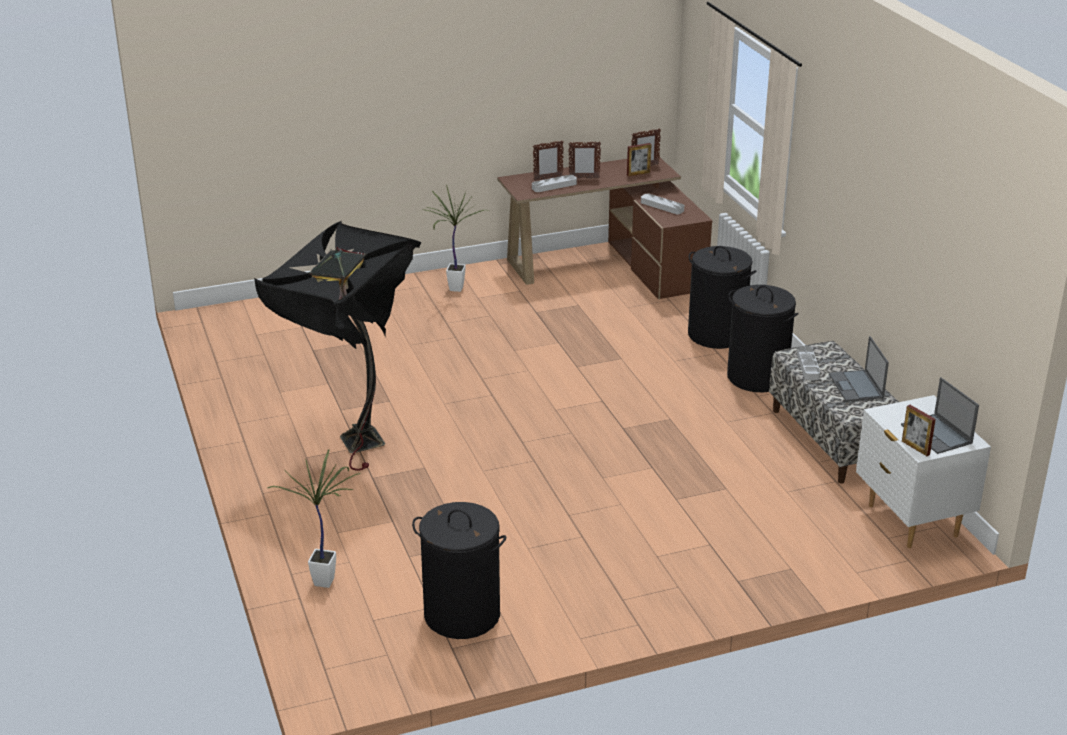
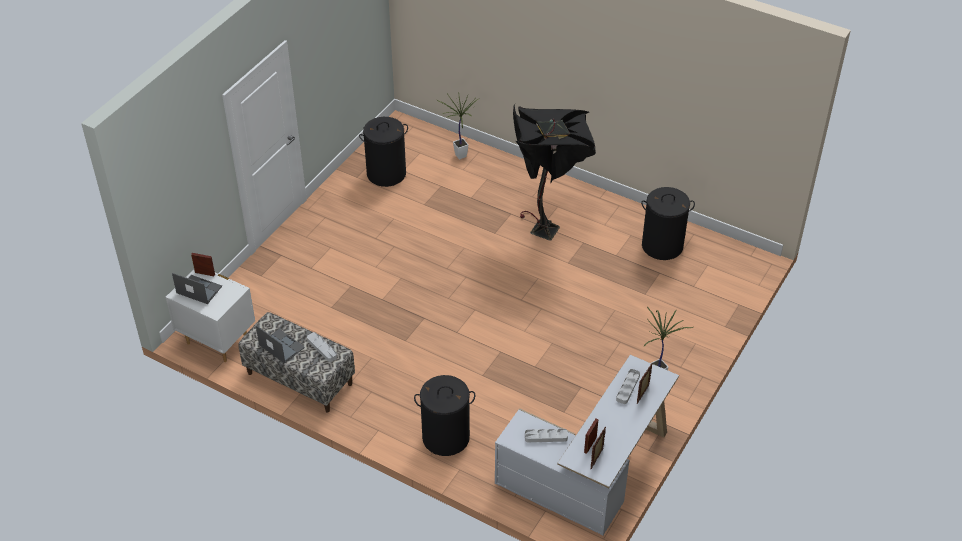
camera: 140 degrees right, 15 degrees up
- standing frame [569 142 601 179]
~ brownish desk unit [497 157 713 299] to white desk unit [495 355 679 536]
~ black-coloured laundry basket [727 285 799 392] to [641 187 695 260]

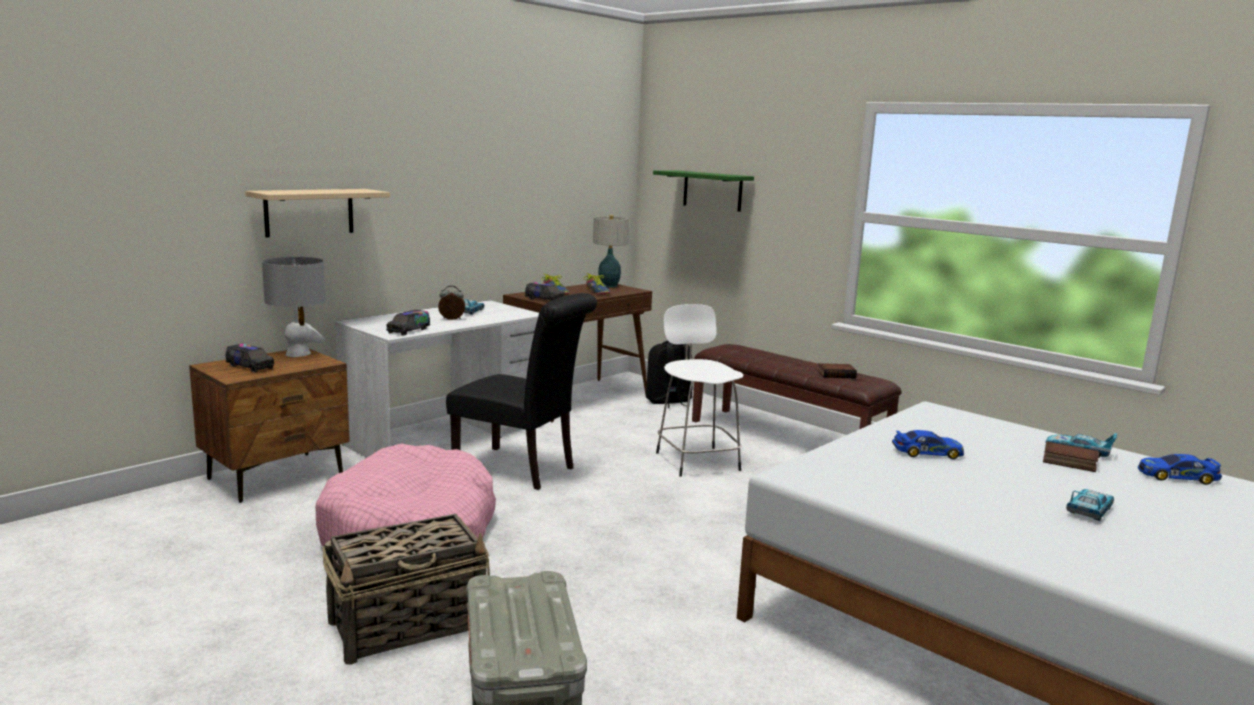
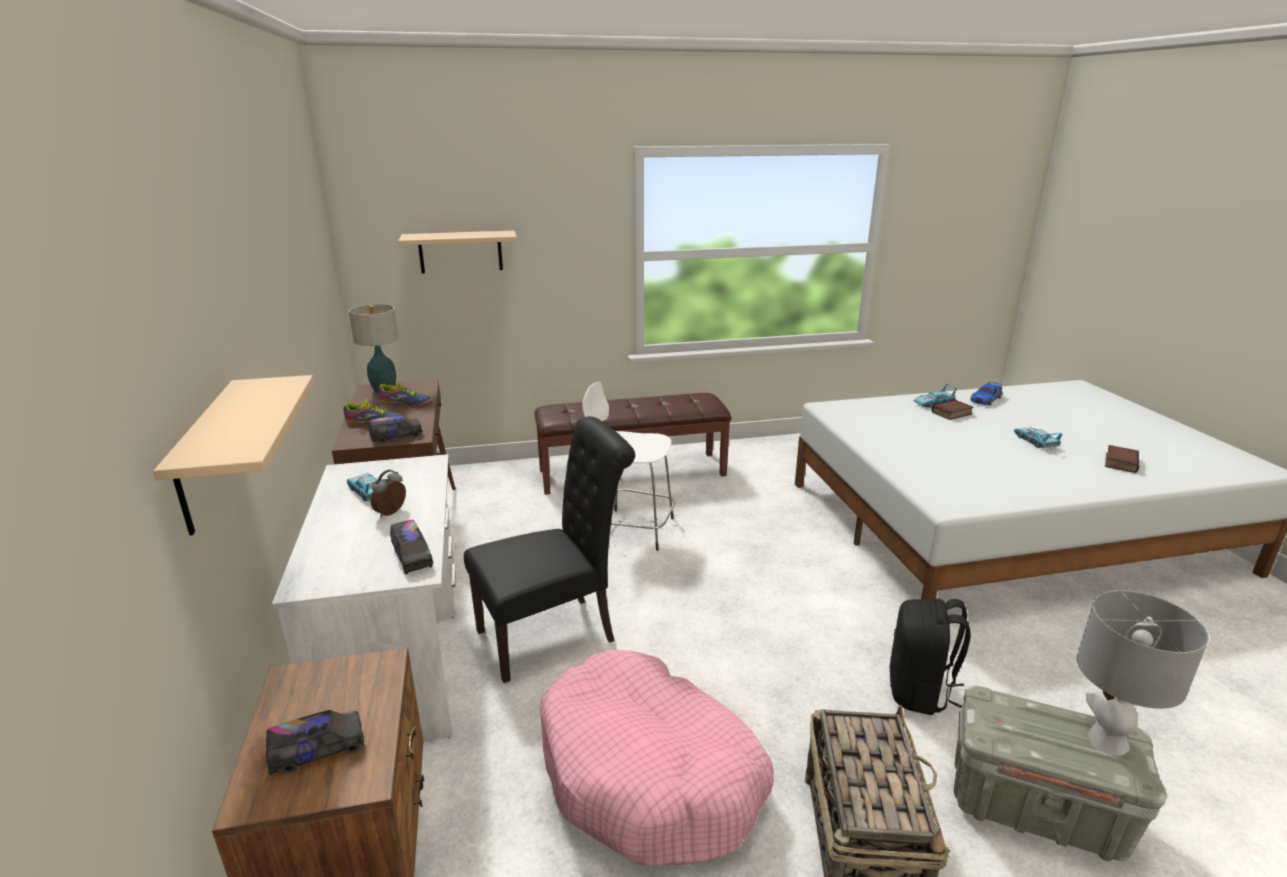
camera: 55 degrees left, 10 degrees up
~ green bracket shelf [653 170 754 212] to sand-coloured bracket shelf [398 231 517 273]
~ gray tabletop lamp [262 257 326 357] to [1077 590 1209 756]
~ black-coloured backpack [646 341 692 408] to [890 598 971 715]
~ volume [818 363 857 378] to [1105 445 1139 473]
- model car [892 430 964 459]

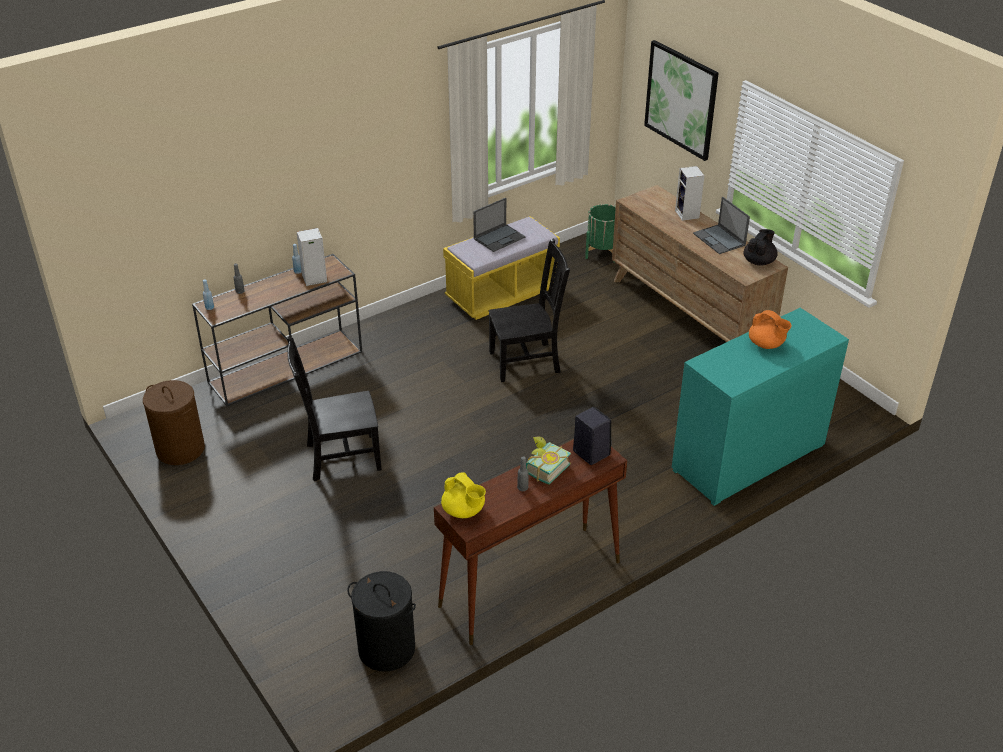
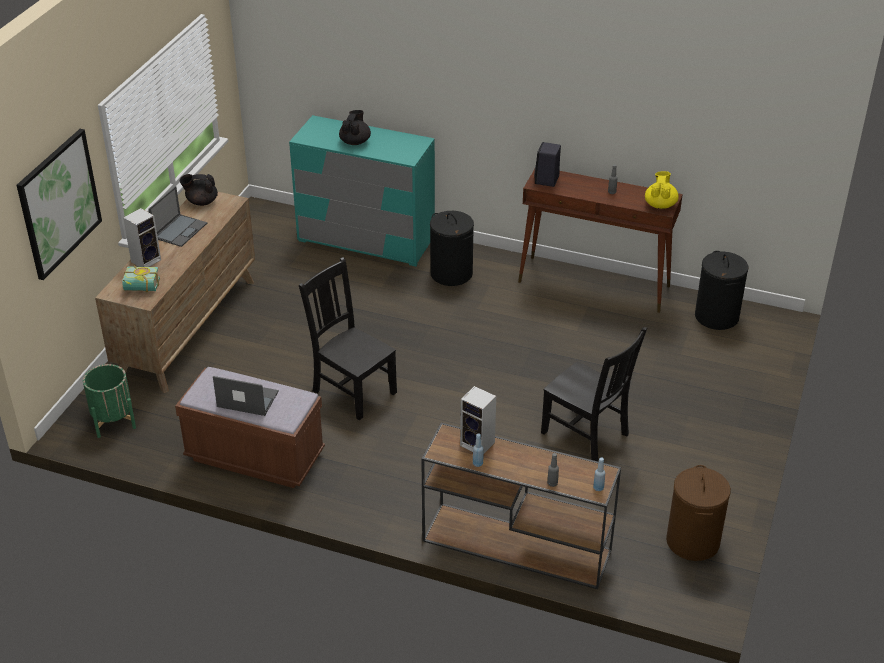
camera: 125 degrees left, 0 degrees up
~ yellow indoor bench [443 216 560 320] to brownish indoor bench [175 367 325 488]
~ orangey pot for tea [749 310 792 349] to black-coloured pot for tea [339 110 371 145]
~ volume [526 437 571 485] to [122 265 160 292]
+ black-coloured laundry basket [430 211 474 286]

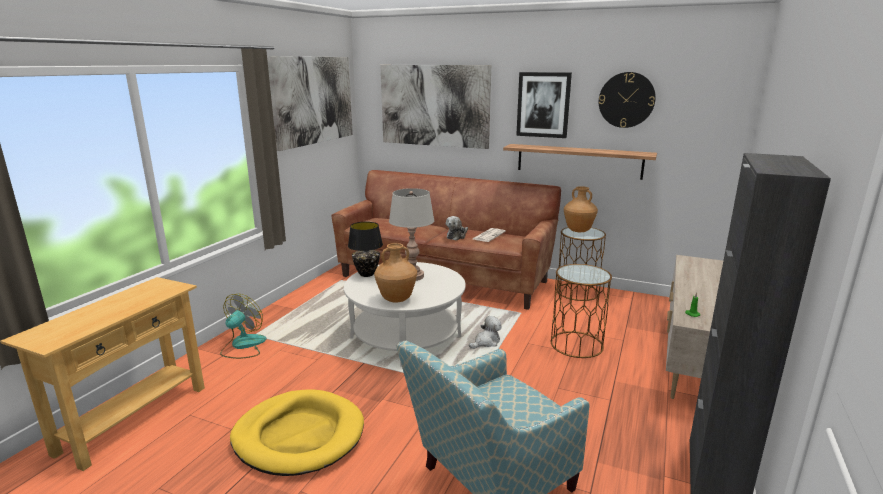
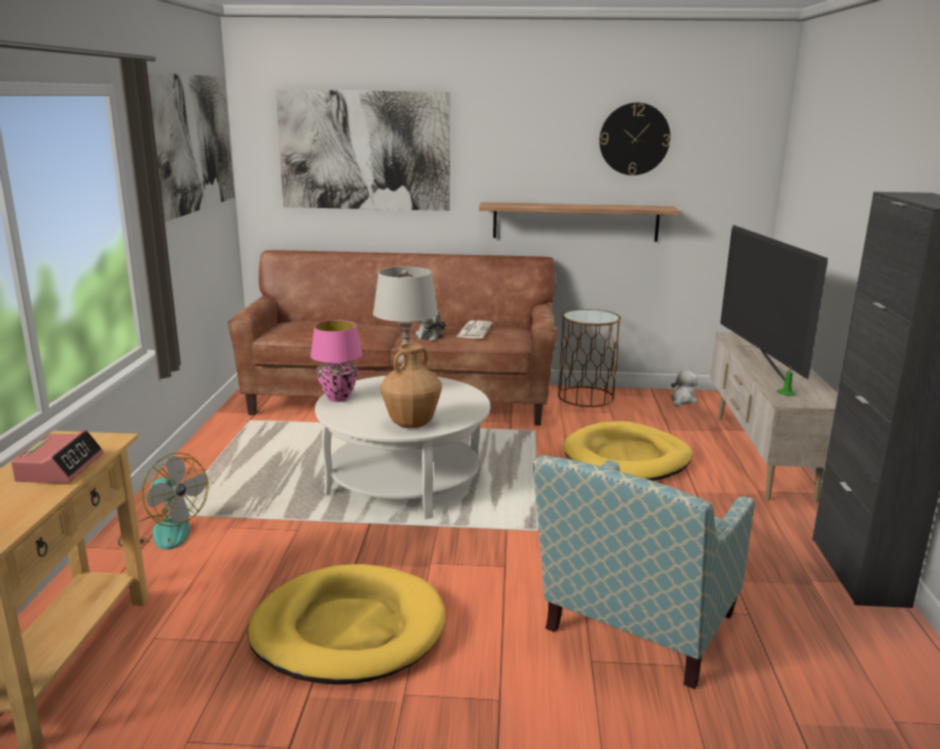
camera: 20 degrees left, 0 degrees up
- wall picture [516 72 572 138]
- brownish flower vase [564 186 598 232]
~ black-coloured tabletop lamp [348 222 383 277] to pink-coloured tabletop lamp [310 320 362 402]
~ brownish accent table [551 264 612 358] to yellow pet bed [563 421 693 481]
~ electric fan [220 294 266 359] = [118 453 208 550] 120 degrees clockwise
~ soft toy [469 316 502 349] to [671 371 698 407]
+ television [720 225 828 381]
+ bedside clock [11 430 103 483]

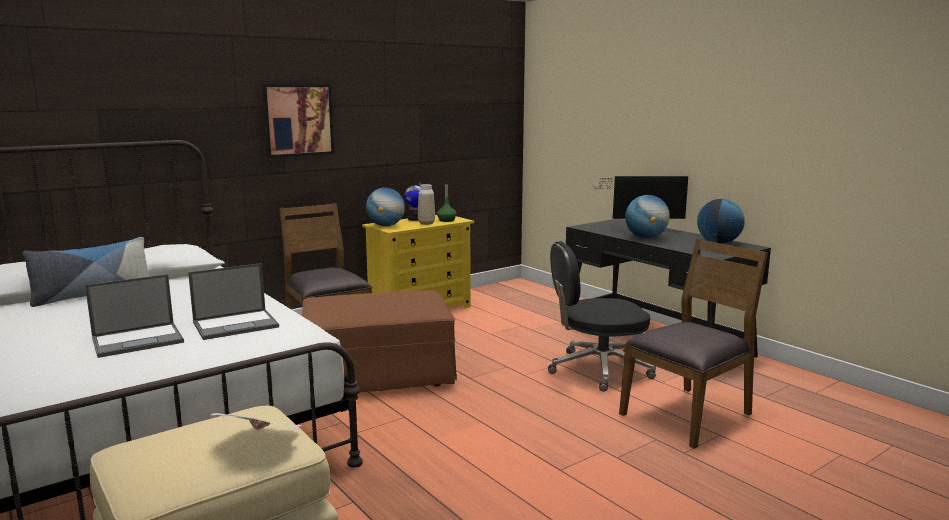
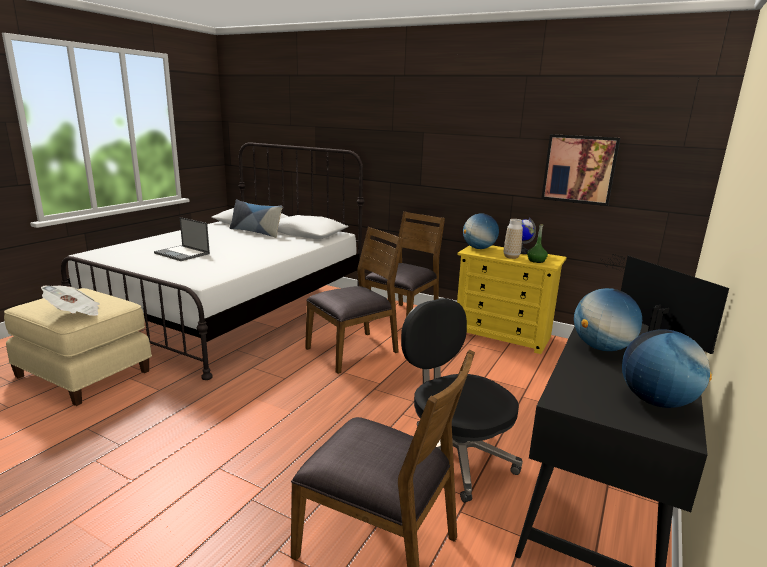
camera: 65 degrees right, 5 degrees up
~ wall picture [262 84 334 158] to [541 134 620 206]
- notebook computer [188 263 279 340]
~ brownish pouffe [302 290 457 392] to brownish upright chair [305 227 403 374]

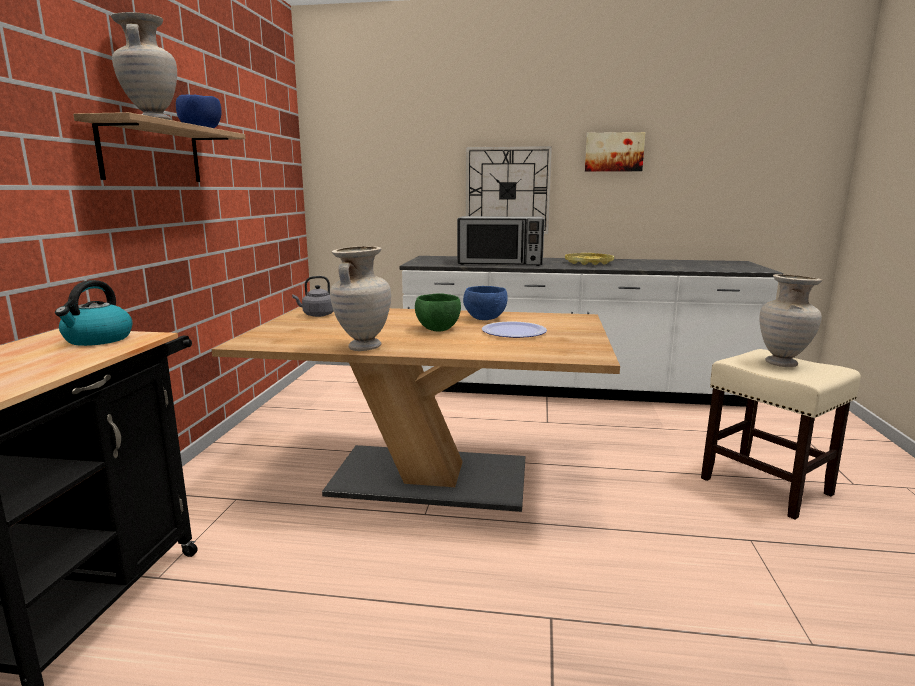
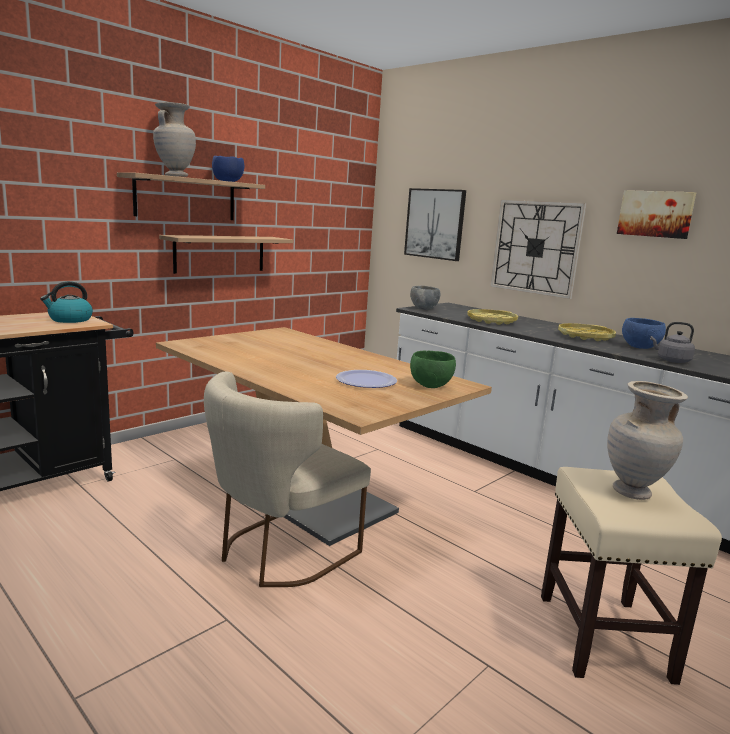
camera: 35 degrees right, 0 degrees up
~ kitchen microwave [457 216 544 266] to yellow carrying tray [467 309 518 325]
- sand-coloured flower vase [330 246 391 351]
~ gray kettle [292 276 334 317] to [650 322 695 363]
~ blue-coloured bowl [463 286 507 320] to [622 318 666 349]
~ green bowl [415 293 461 332] to [410 351 456 388]
+ wall picture [404 188 466 261]
+ bracket shelf [159 235 293 274]
+ gray bowl [410 286 440 310]
+ sand-coloured upright chair [204 372 371 587]

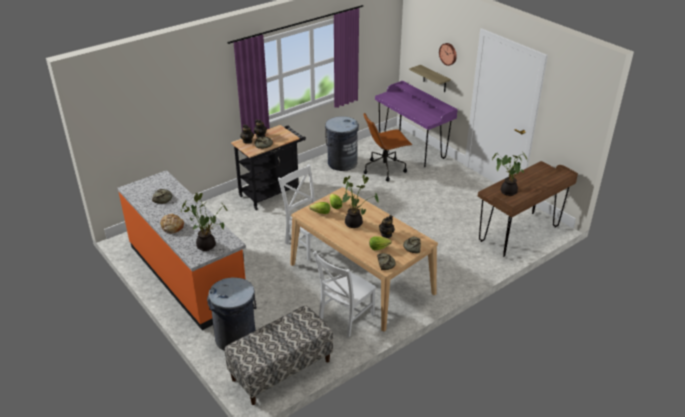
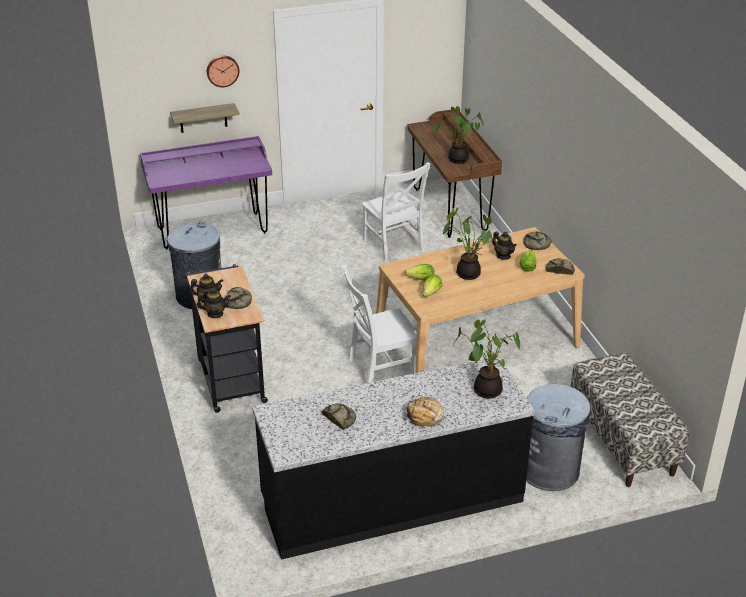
camera: 70 degrees left, 0 degrees up
- brownish computer chair [364 113 412 181]
~ orangey kitchen base unit [118 170 246 330] to black-coloured kitchen base unit [252 356 535 560]
~ white upright chair [313 251 376 338] to [361 162 430 262]

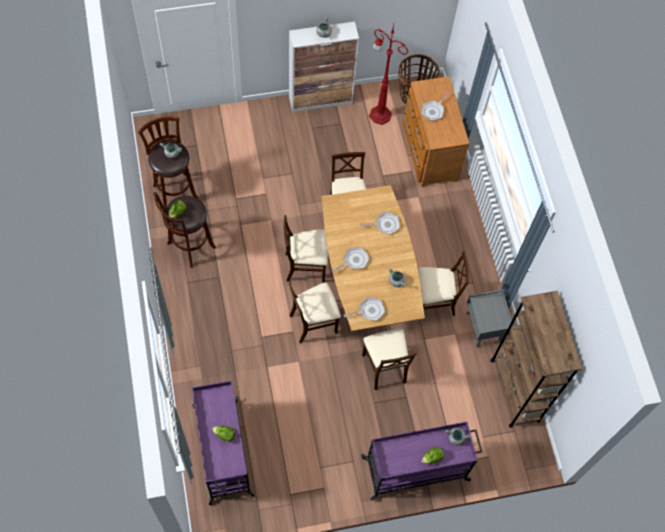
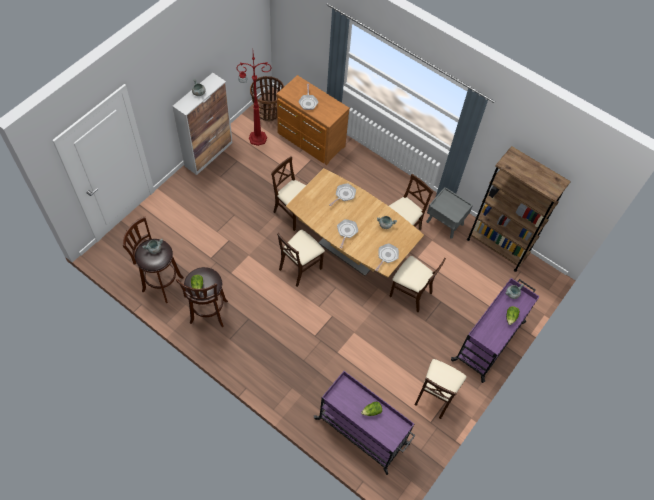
camera: 40 degrees left, 5 degrees down
~ sand-coloured upright chair [289 281 341 343] to [415 359 467 419]

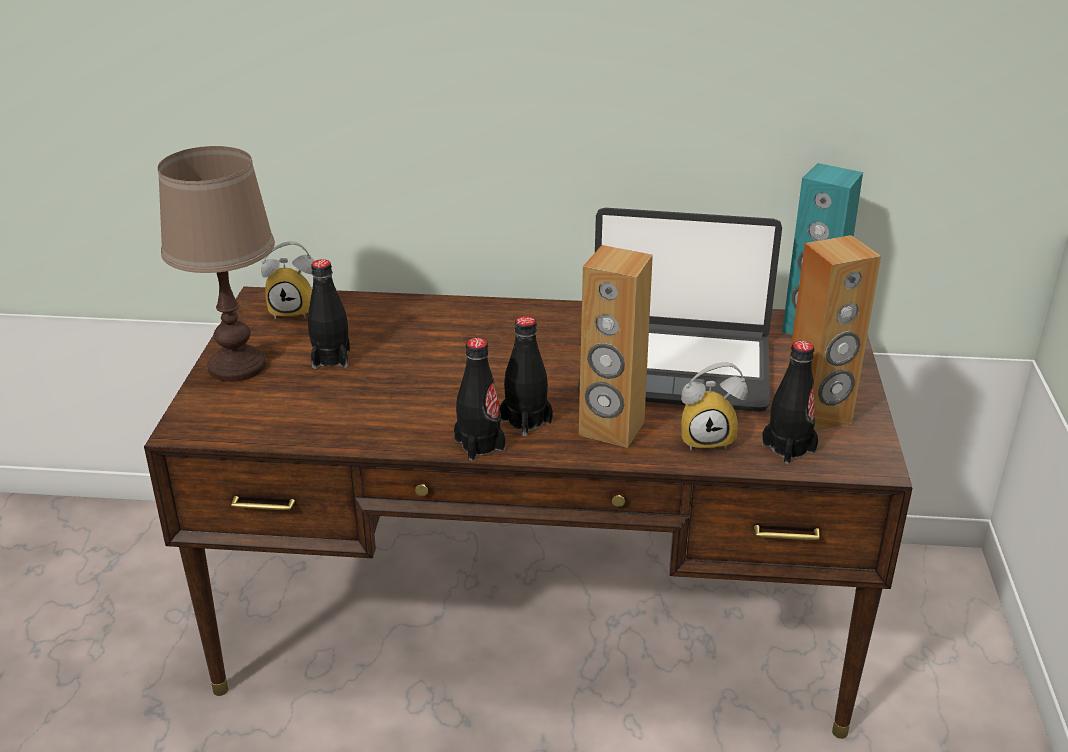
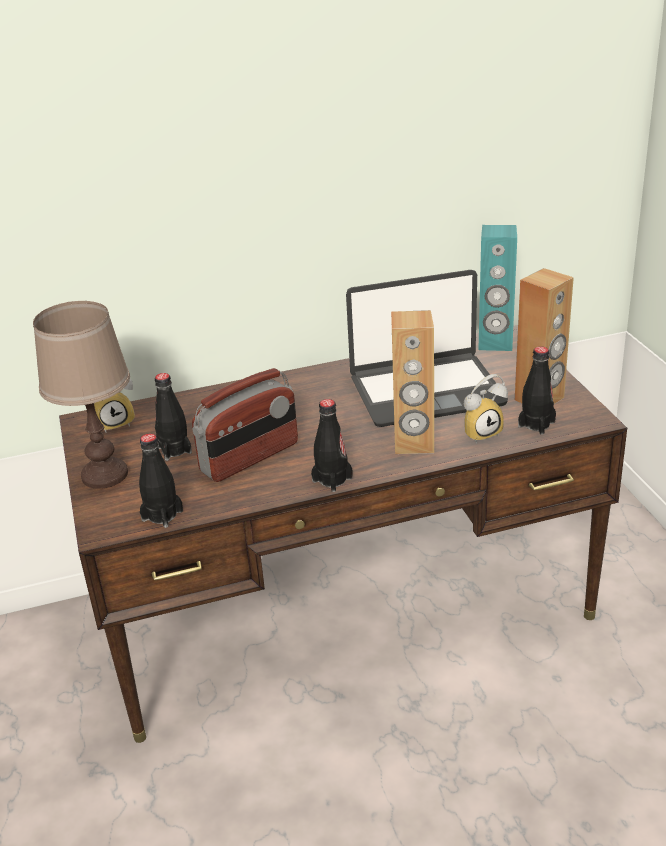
camera: 20 degrees left, 0 degrees up
~ black-coloured drink bottle [500 316 553 436] to [139 434 183 528]
+ radio [192 368 298 482]

